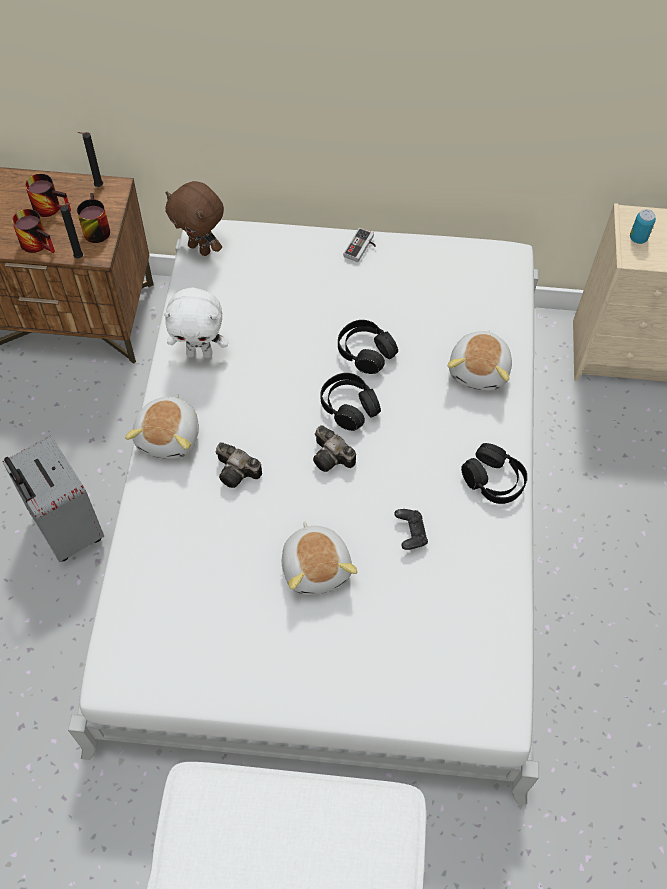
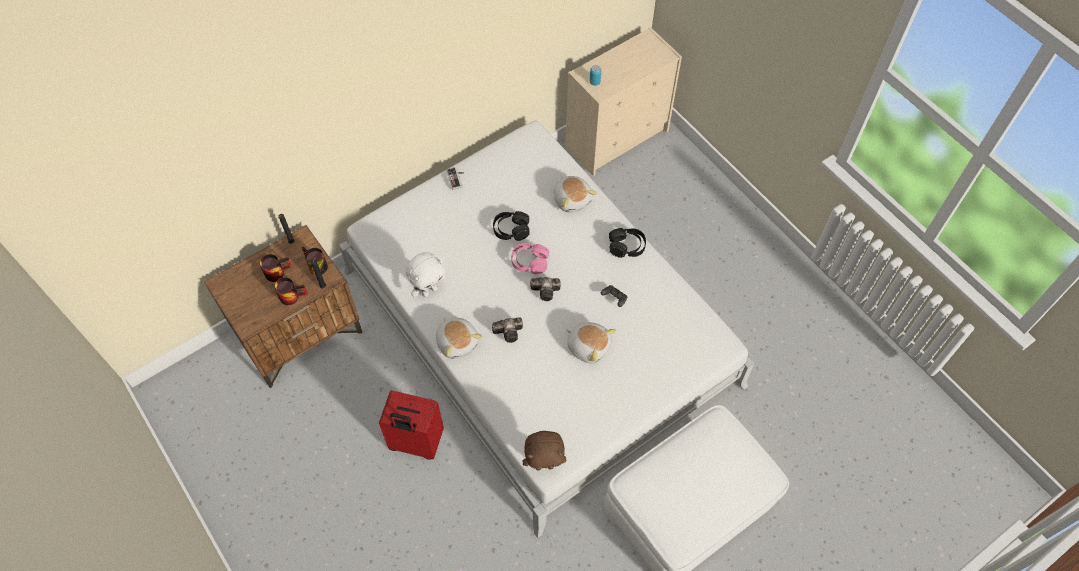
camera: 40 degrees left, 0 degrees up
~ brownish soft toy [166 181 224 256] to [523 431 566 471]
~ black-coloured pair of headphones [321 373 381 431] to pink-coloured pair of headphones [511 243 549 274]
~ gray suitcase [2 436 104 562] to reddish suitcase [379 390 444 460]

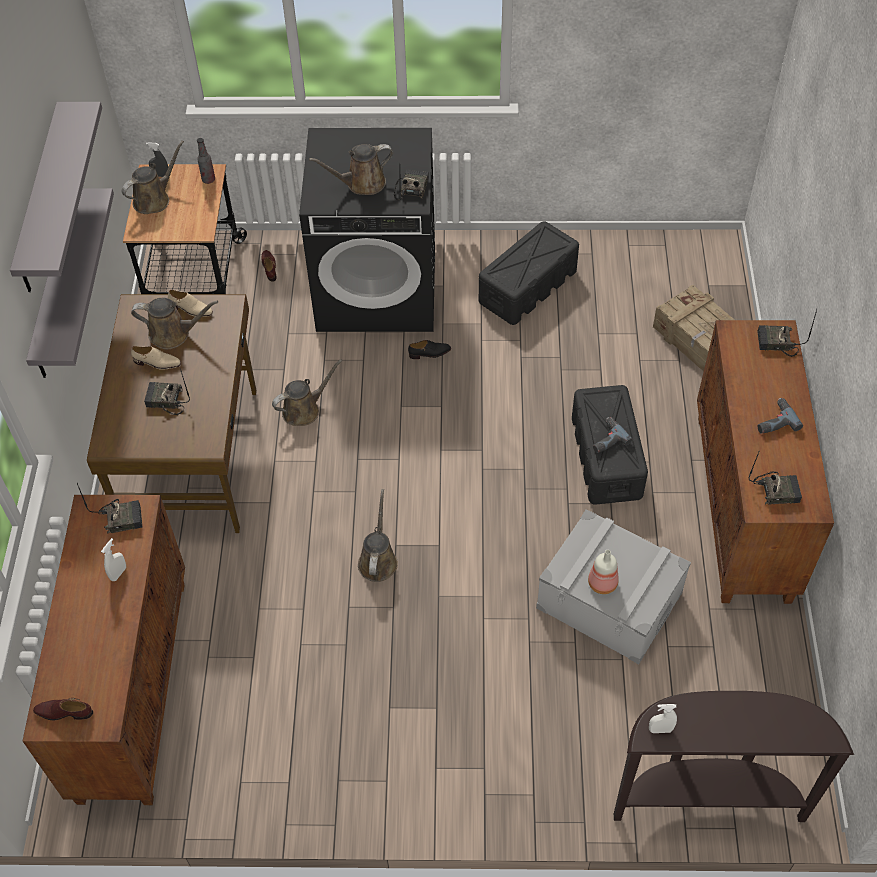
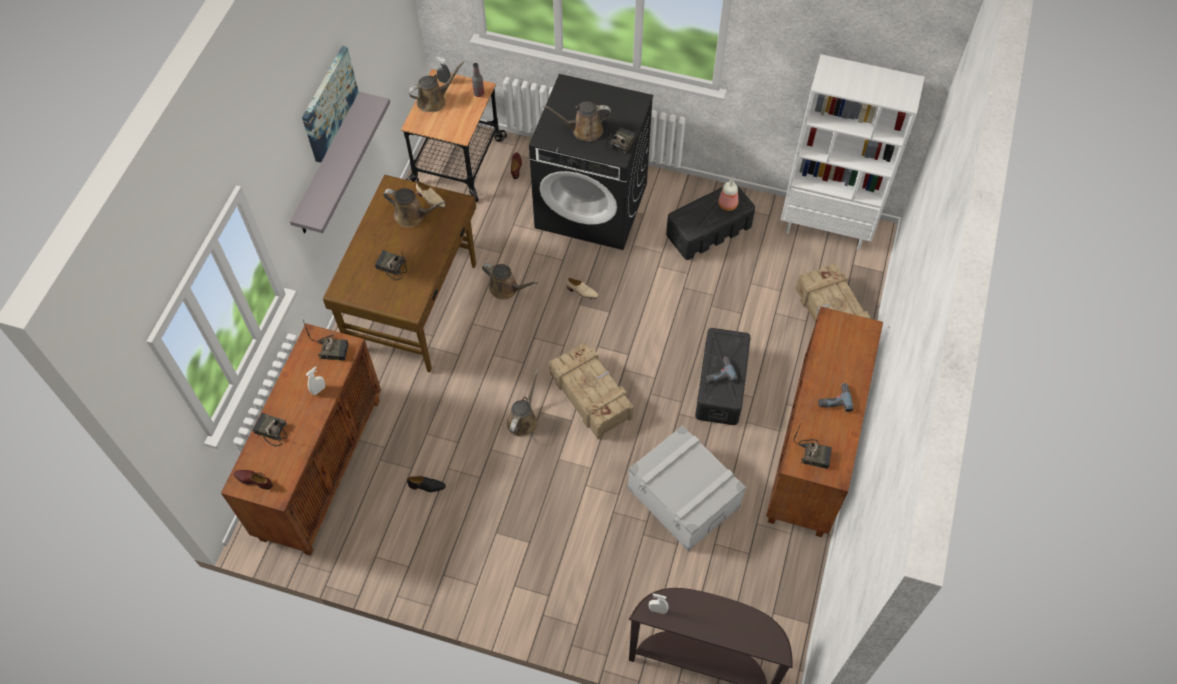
camera: 15 degrees right, 5 degrees up
~ gray bracket shelf [10 102 102 292] to wall picture [302 46 359 163]
~ radio [757 310 817 357] to [253 413 287 446]
~ black-coloured item of footwear [408 340 451 359] to [407 476 446 492]
~ sand-coloured item of footwear [131 346 181 370] to [567 278 598 299]
~ brownish watering can [272 359 342 426] = [482 263 538 300] 45 degrees clockwise
~ drink bottle [588 550 619 594] to [718 178 738 211]
+ white bookshelf [781 54 925 251]
+ shipping crate [549 342 633 439]

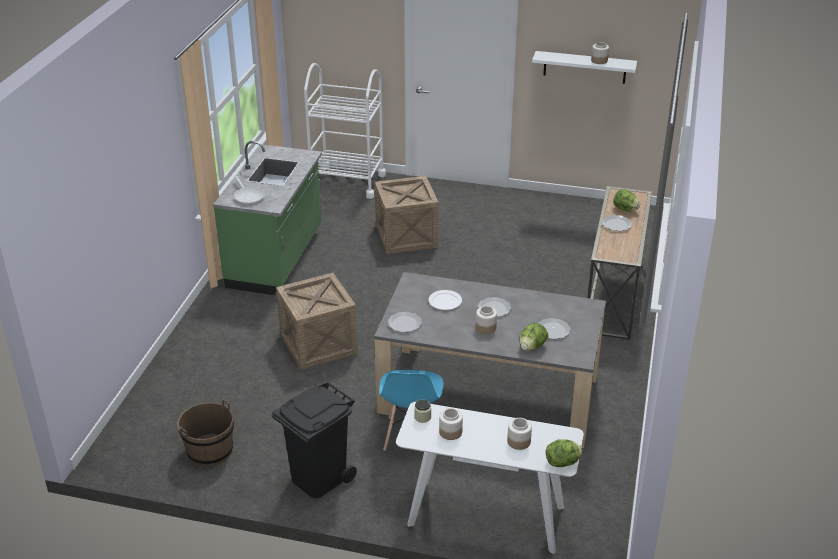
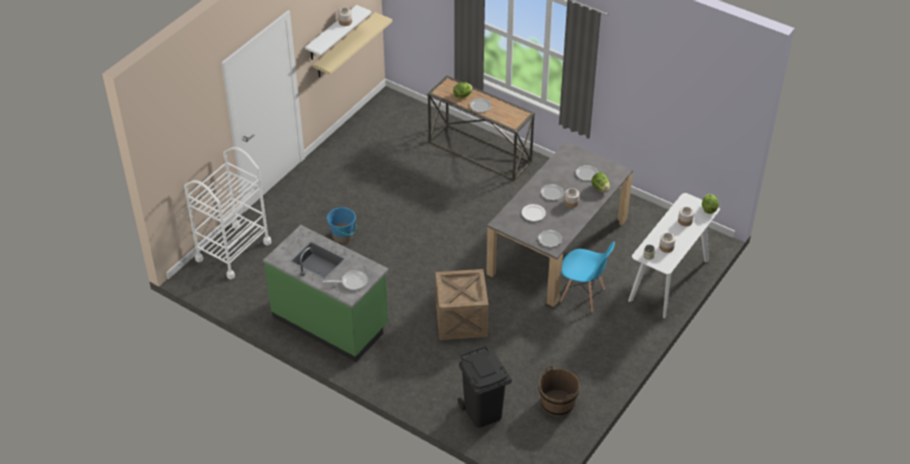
camera: 70 degrees left, 10 degrees up
~ shipping crate [375 176 439 254] to blue-coloured bucket [327 207 356 243]
~ black-coloured rubbish bin [272 382 357 498] to [458 346 512 428]
+ sand-coloured bracket shelf [313 12 392 77]

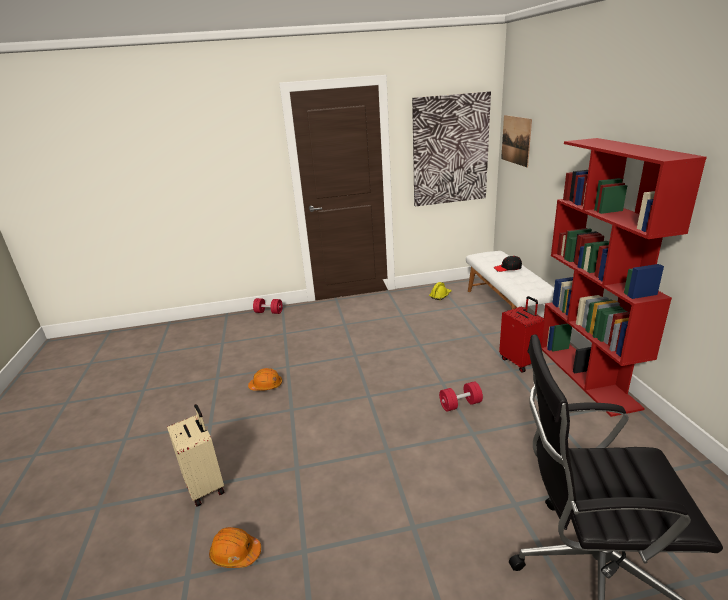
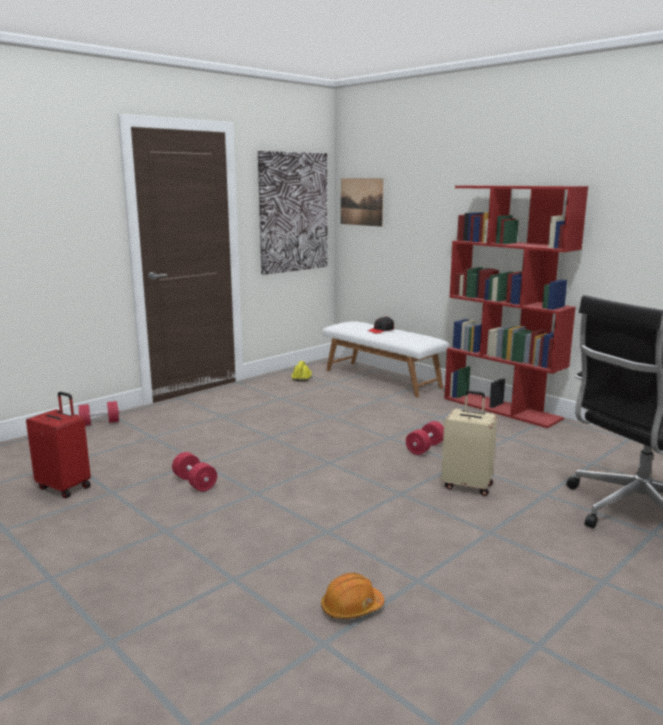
camera: 35 degrees left, 10 degrees down
~ reddish suitcase [499 296 545 373] to [26 392 91 498]
~ orangey hard hat [248 368 282 391] to reddish hand weight [172 452 217 492]
~ sand-coloured suitcase [167 404 225 507] to [441 391 497 496]

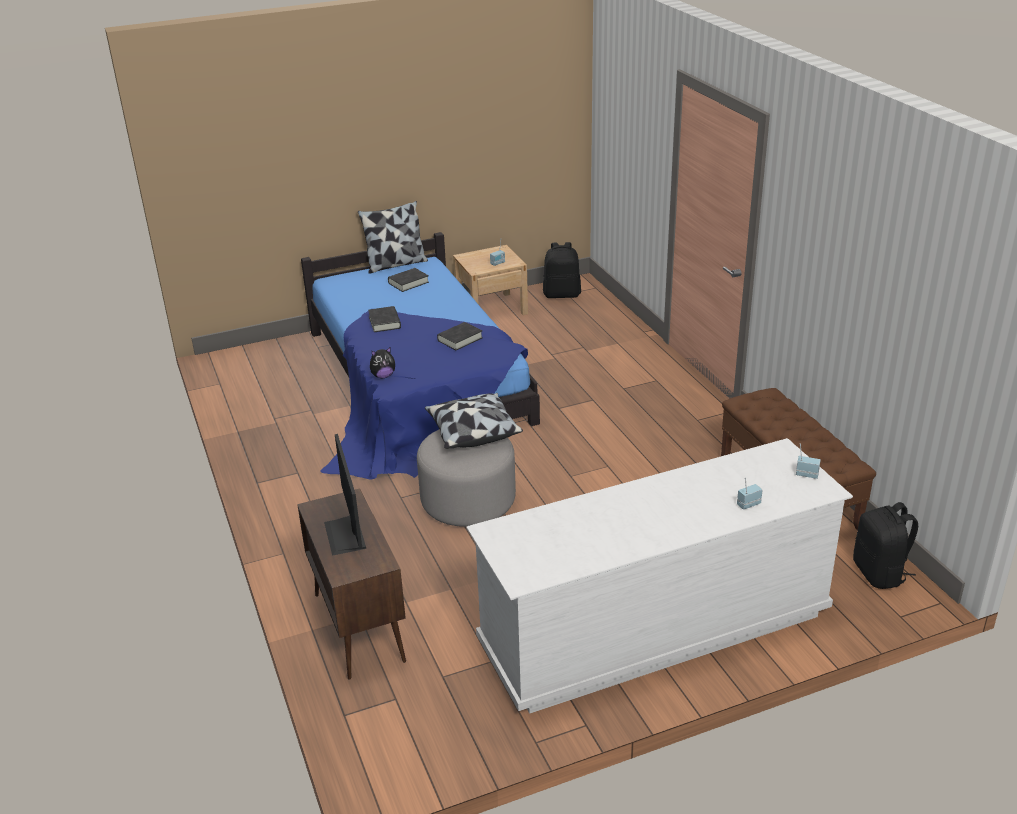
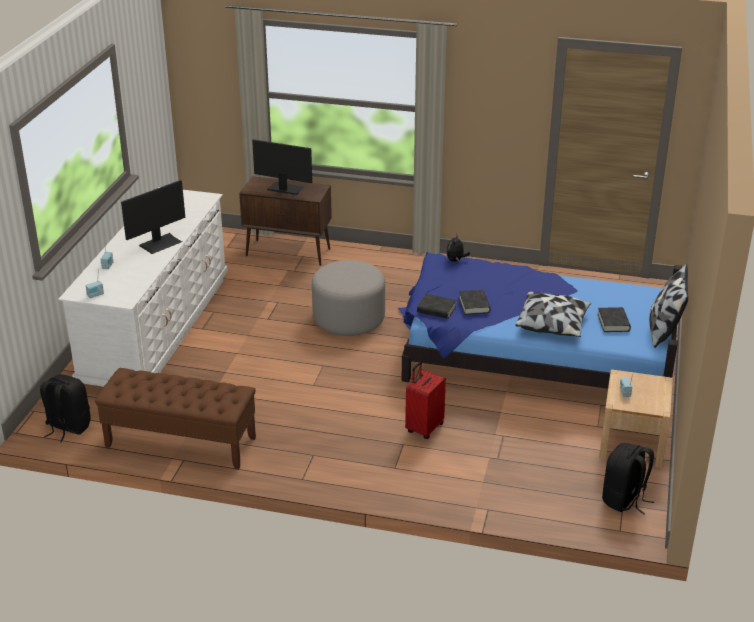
camera: 125 degrees right, 0 degrees up
~ black-coloured volume [368 306 401 332] to [417 294 456 319]
~ pillow [425 393 523 449] to [515 291 591 337]
+ computer screen [121 180 185 254]
+ reddish suitcase [405 362 446 439]

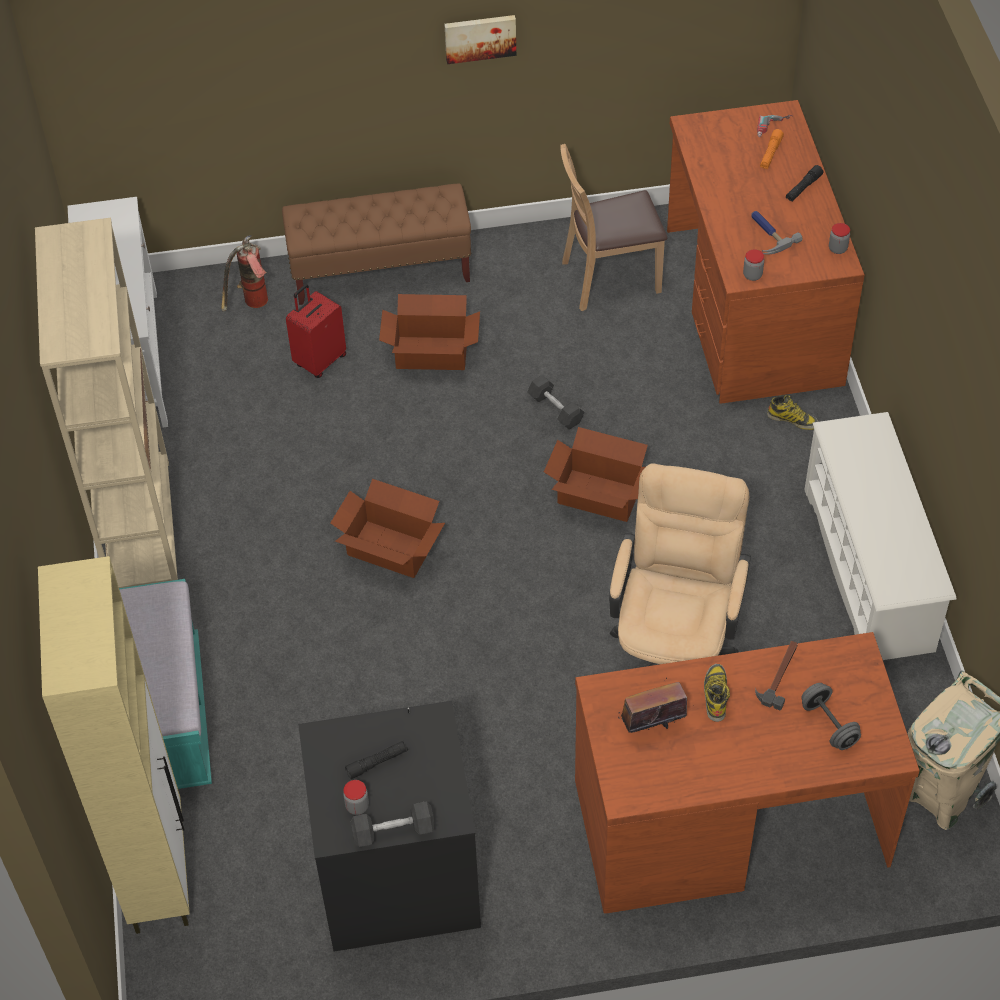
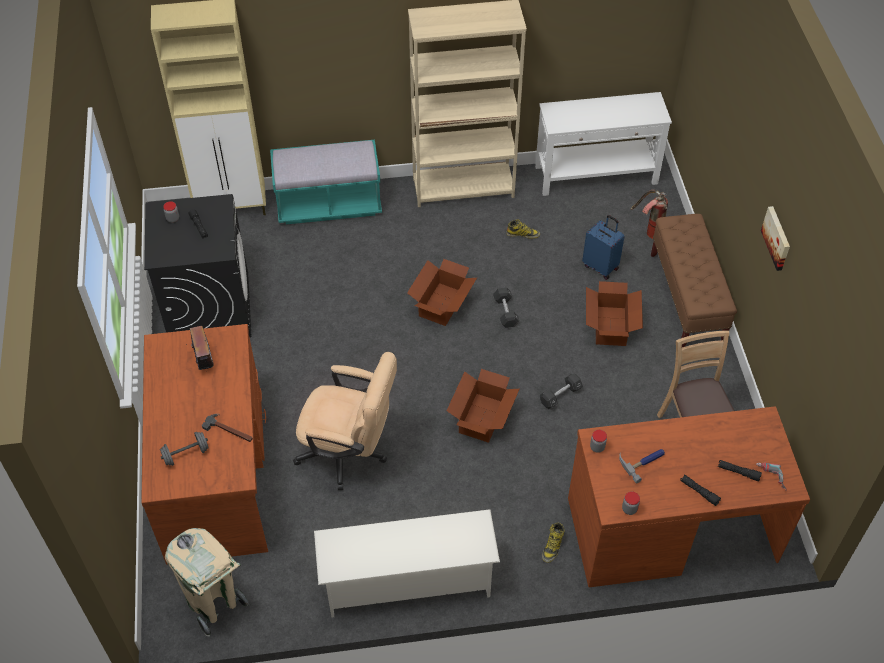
camera: 90 degrees right, 0 degrees up
~ orangey hand torch [760 129 784 169] to black-coloured hand torch [718 460 762 482]
~ reddish suitcase [286 284 346 378] to blue-coloured suitcase [582 215 625 280]
~ high-top boot [704 664 730 722] to [506 219 540 239]
~ black-coloured hand weight [350 801 435 847] to [493 287 519 328]

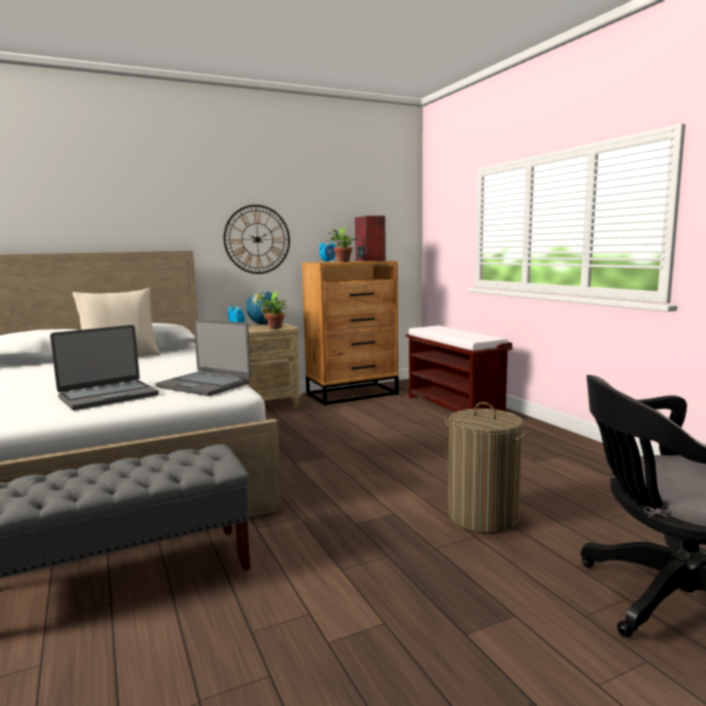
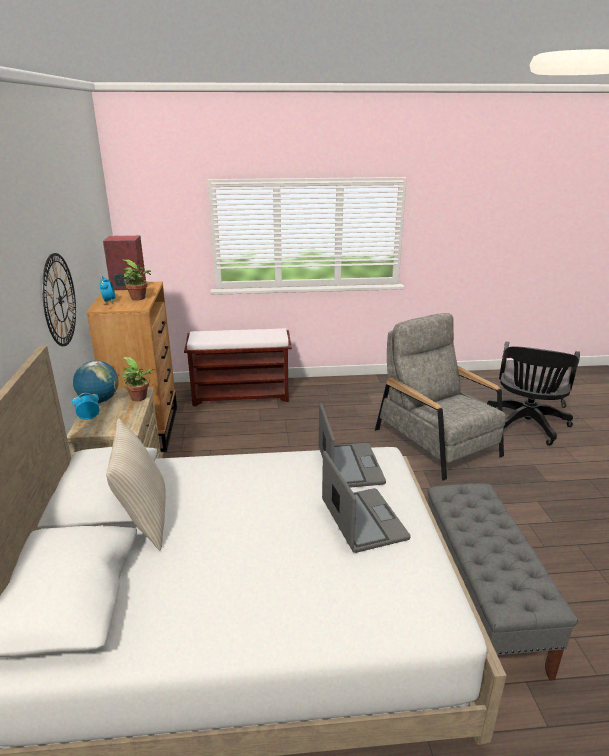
camera: 70 degrees left, 15 degrees up
~ notebook computer [156 319 251 396] = [319 403 386 488] 60 degrees counterclockwise
~ laundry basket [445 402 531 533] to gray armchair [375 313 506 481]

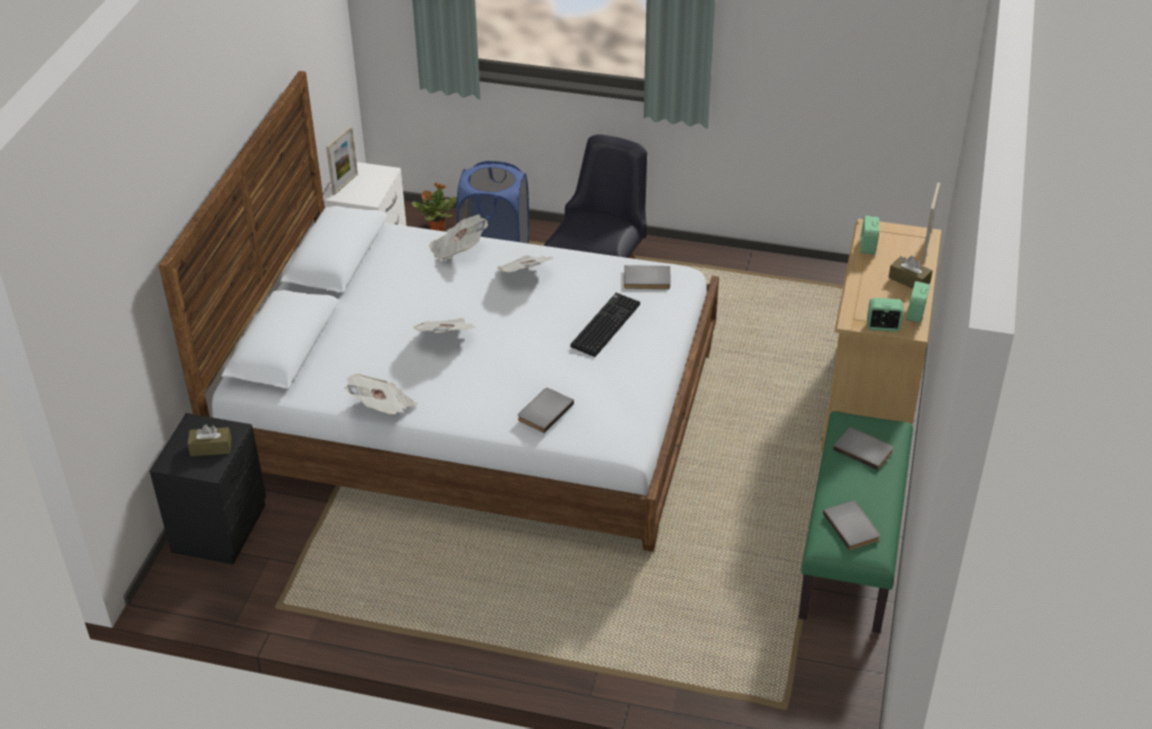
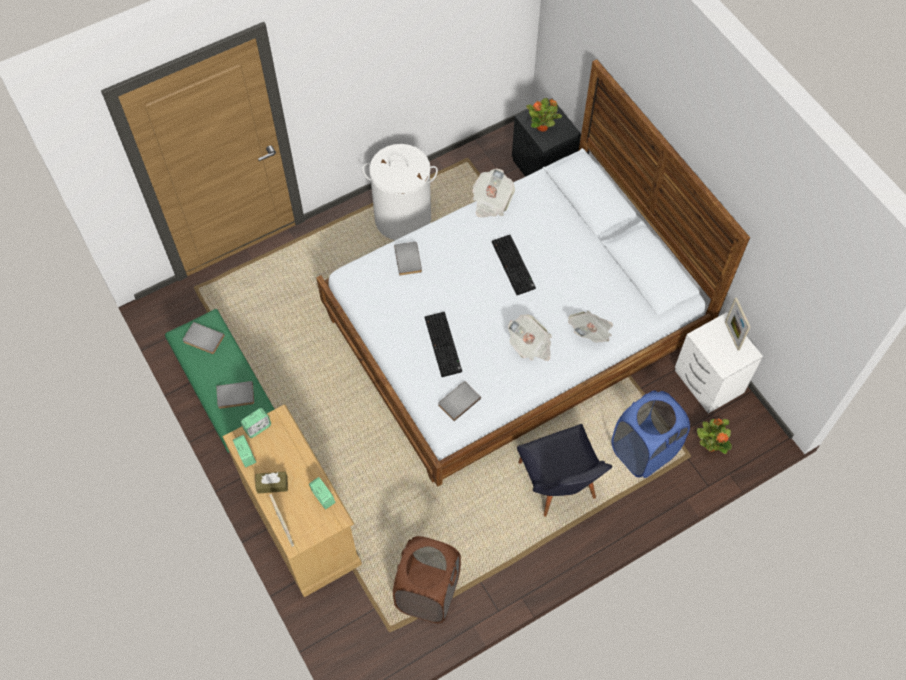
camera: 135 degrees right, 20 degrees up
~ newspaper [413 318 475 333] to computer keyboard [492 235 536 295]
~ brownish tissue holder [188 424 232 456] to plant in a pot [526 98 562 132]
+ white laundry basket [362 144 438 240]
+ brownish laundry basket [393 536 461 623]

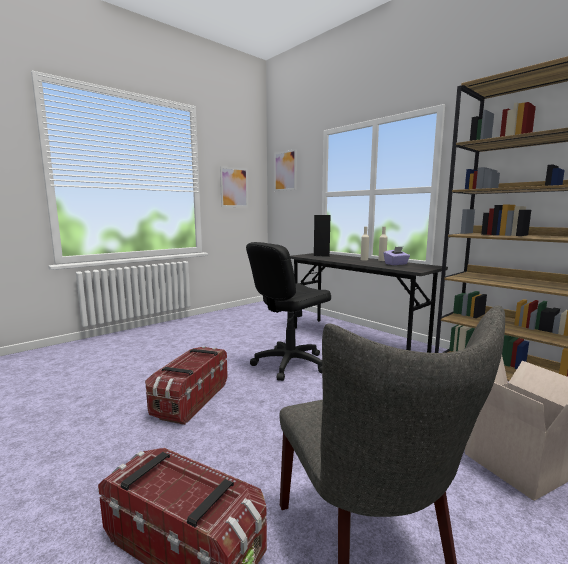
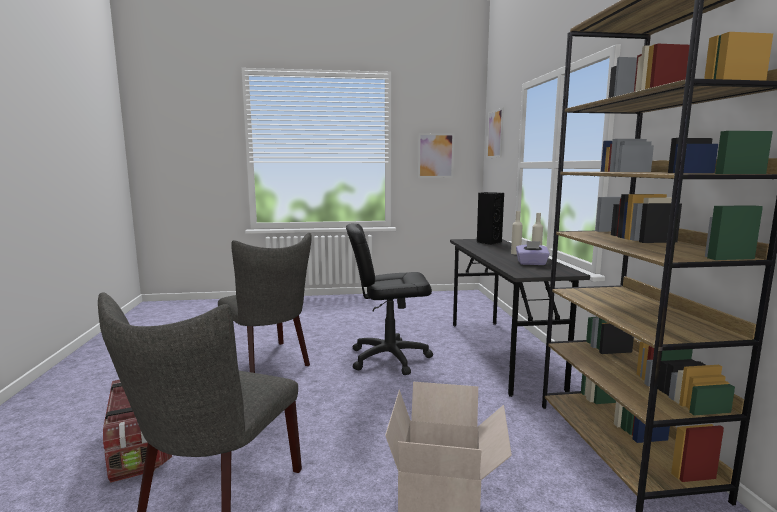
camera: 35 degrees right, 0 degrees up
~ storage box [145 346 228 425] to gray upright chair [218 233 311 373]

